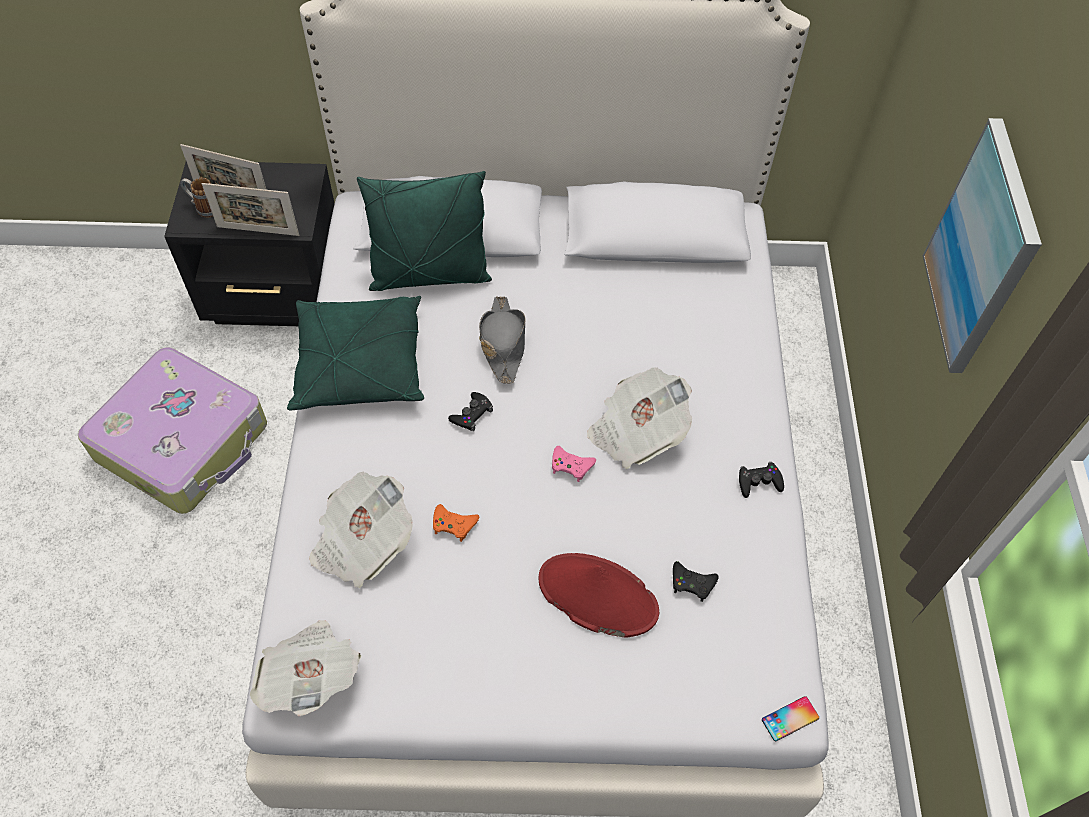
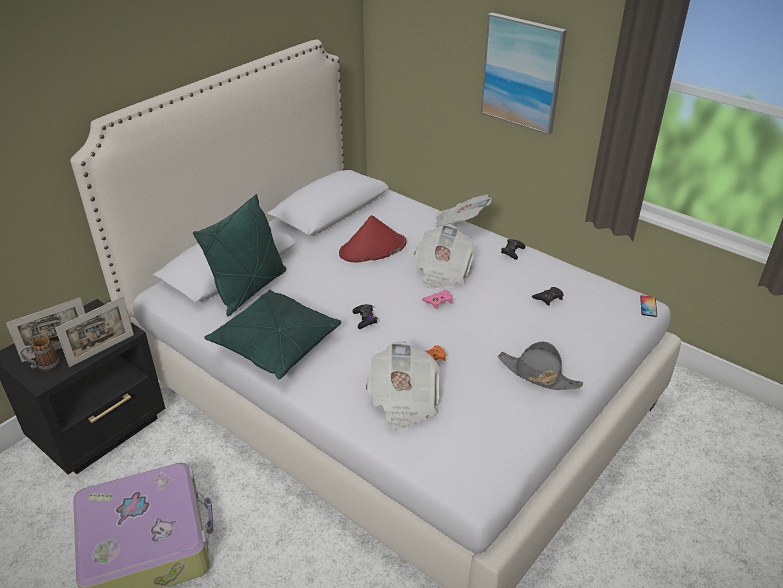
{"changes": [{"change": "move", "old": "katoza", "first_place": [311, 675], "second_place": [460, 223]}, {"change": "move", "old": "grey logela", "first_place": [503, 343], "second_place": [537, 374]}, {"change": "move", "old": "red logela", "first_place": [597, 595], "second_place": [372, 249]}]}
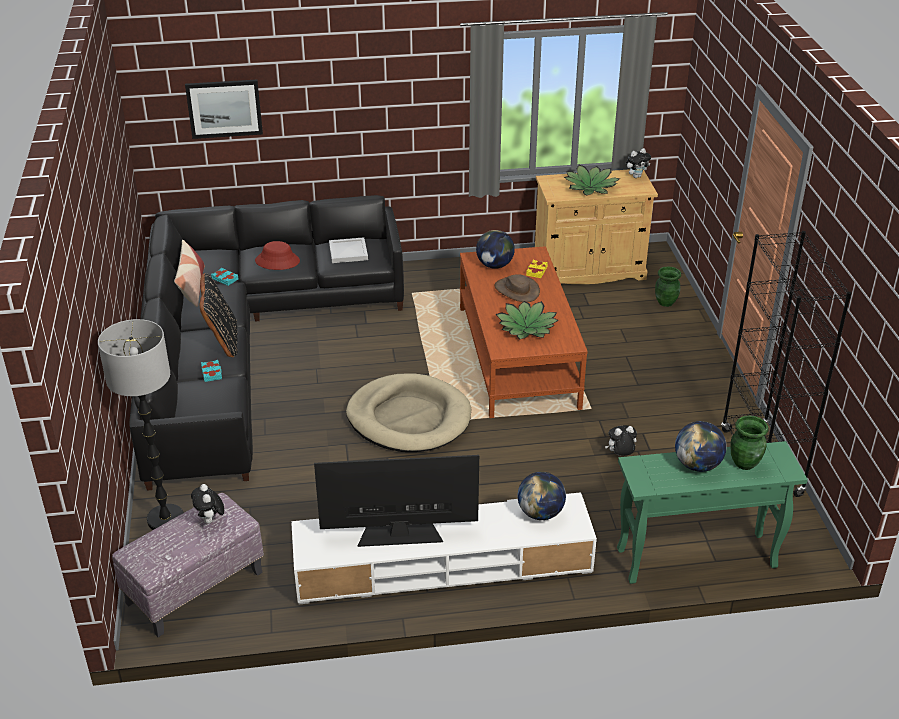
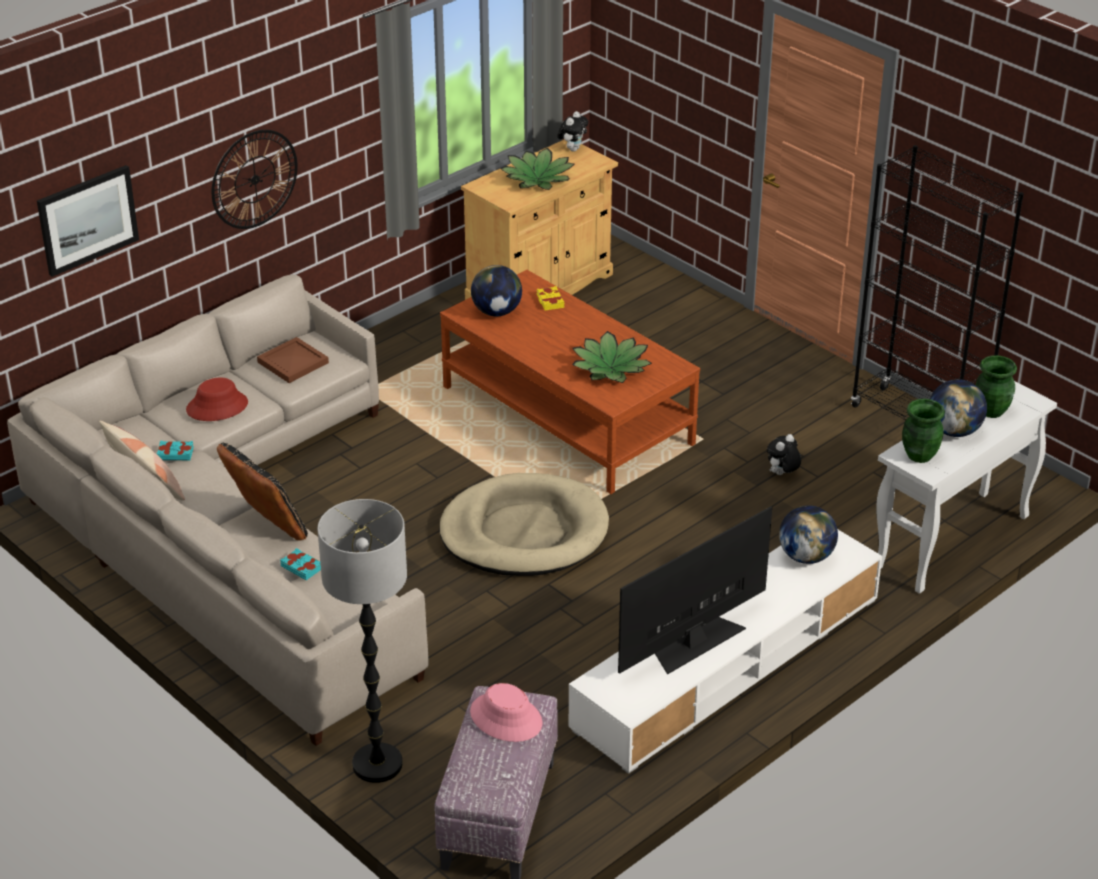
{"changes": [{"change": "recolor", "old": "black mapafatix", "new": "beige mapafatix", "first_place": [243, 345], "second_place": [230, 534]}, {"change": "replace", "old": "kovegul", "new": "pink logela", "first_place": [210, 520], "second_place": [506, 718]}, {"change": "recolor", "old": "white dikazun", "new": "brown dikazun", "first_place": [349, 252], "second_place": [293, 362]}, {"change": "delete", "old": "brown logela", "first_place": [517, 290]}, {"change": "recolor", "old": "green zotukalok", "new": "white zotukalok", "first_place": [695, 559], "second_place": [951, 543]}, {"change": "move", "old": "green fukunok", "first_place": [665, 302], "second_place": [919, 455]}, {"change": "insert", "new": "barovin", "second_place": [254, 179]}]}
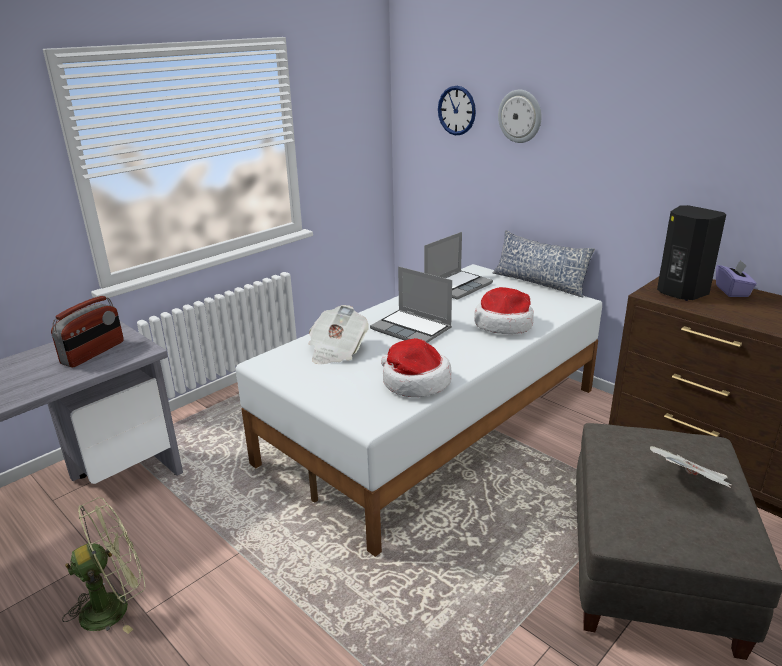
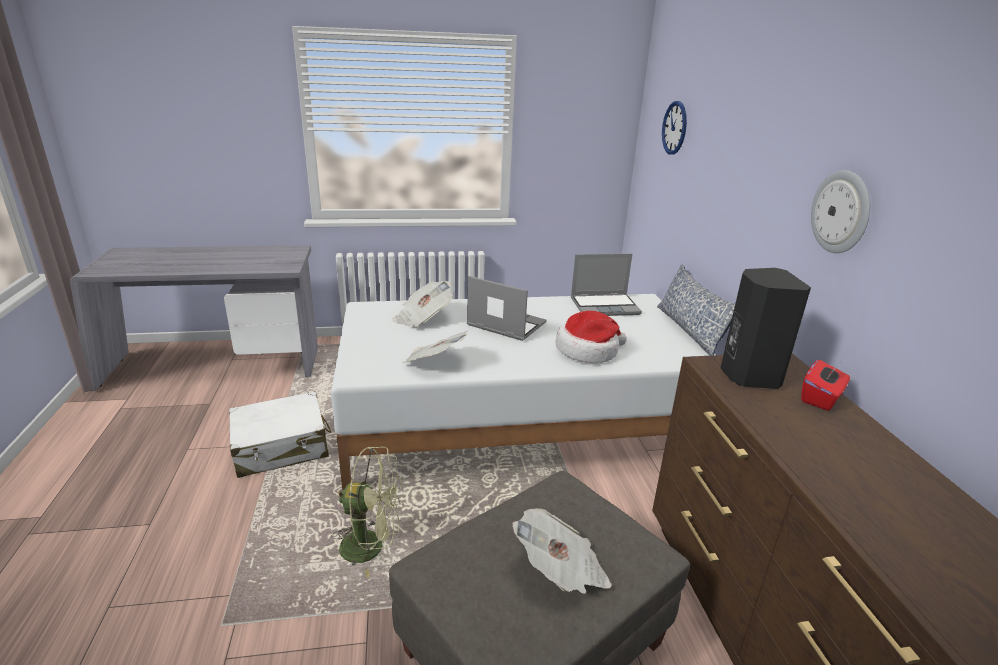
{"changes": [{"change": "delete", "old": "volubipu", "first_place": [94, 353]}, {"change": "move", "old": "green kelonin", "first_place": [115, 605], "second_place": [372, 546]}, {"change": "rotate", "old": "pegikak", "first_place": [412, 329], "second_place": [505, 325], "degrees": 135}, {"change": "replace", "old": "logela", "new": "katoza", "first_place": [414, 382], "second_place": [435, 362]}, {"change": "move", "old": "barovin", "first_place": [520, 116], "second_place": [841, 212]}, {"change": "recolor", "old": "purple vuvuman", "new": "red vuvuman", "first_place": [732, 291], "second_place": [820, 398]}, {"change": "insert", "new": "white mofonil", "second_place": [281, 447]}]}
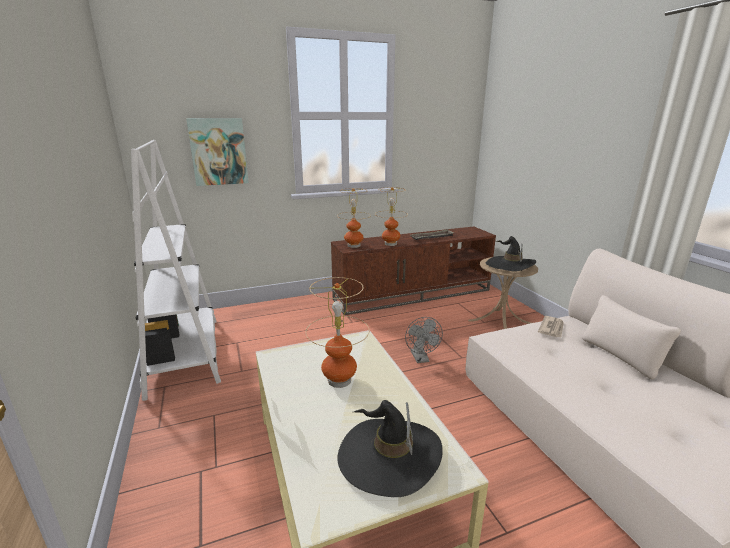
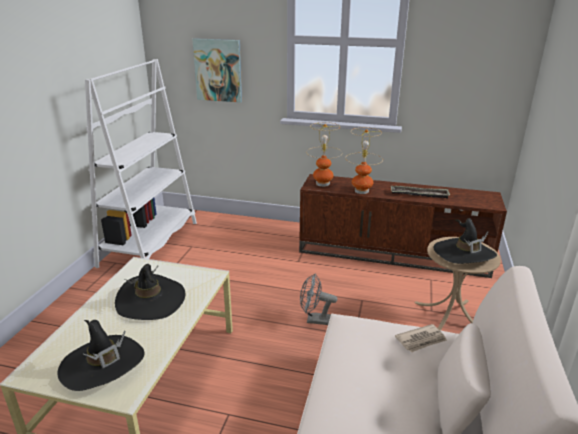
{"changes": [{"change": "replace", "old": "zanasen", "new": "black logela", "first_place": [339, 380], "second_place": [151, 300]}, {"change": "rotate", "old": "grey kelonin", "first_place": [421, 359], "second_place": [314, 320], "degrees": 75}]}
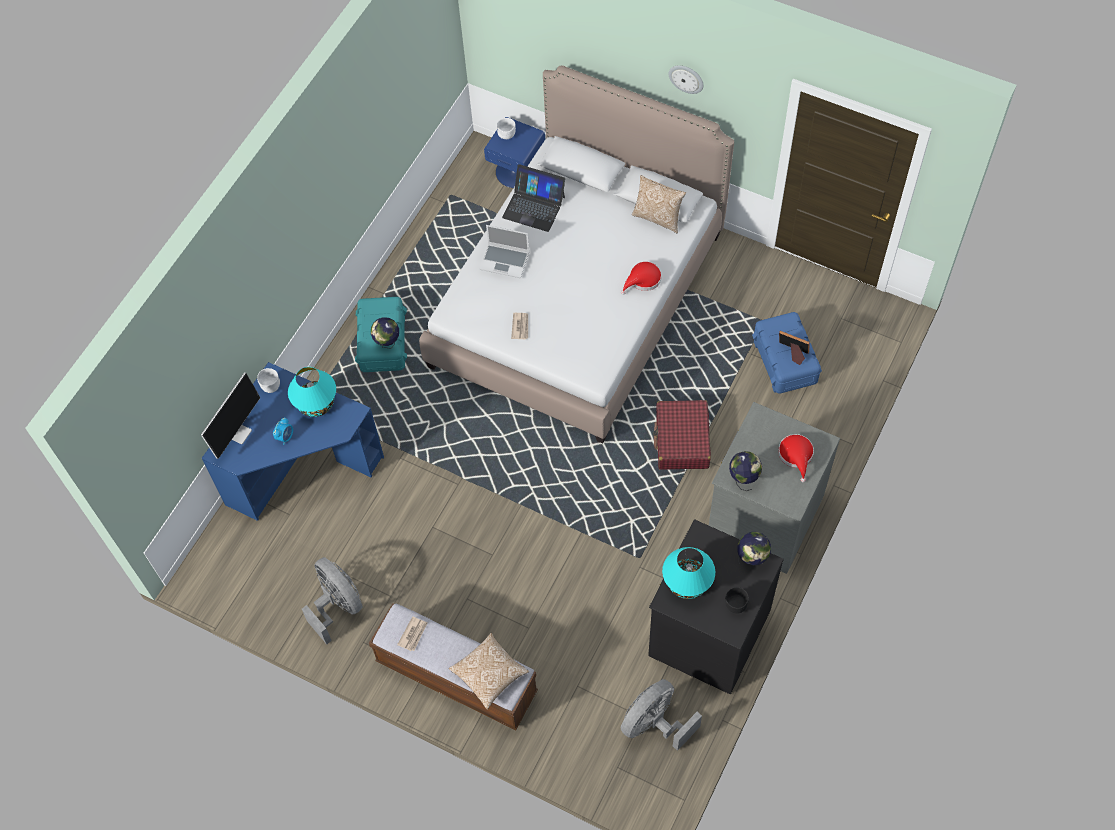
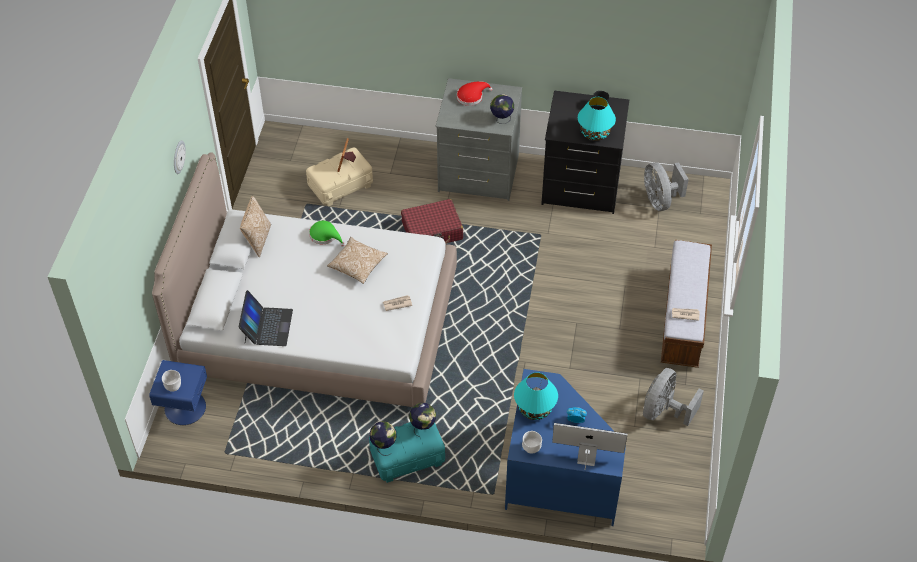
{"changes": [{"change": "move", "old": "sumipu", "first_place": [489, 674], "second_place": [357, 265]}, {"change": "delete", "old": "pegikak", "first_place": [505, 261]}, {"change": "recolor", "old": "red logela", "new": "green logela", "first_place": [643, 280], "second_place": [325, 236]}, {"change": "rotate", "old": "grey kelonin", "first_place": [655, 723], "second_place": [660, 200], "degrees": 45}, {"change": "move", "old": "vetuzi", "first_place": [752, 559], "second_place": [383, 446]}, {"change": "recolor", "old": "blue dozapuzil", "new": "beige dozapuzil", "first_place": [785, 361], "second_place": [340, 185]}]}
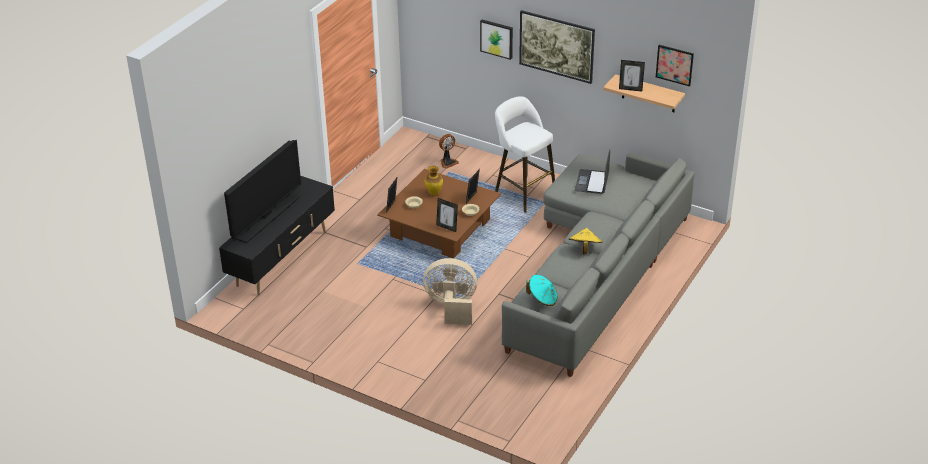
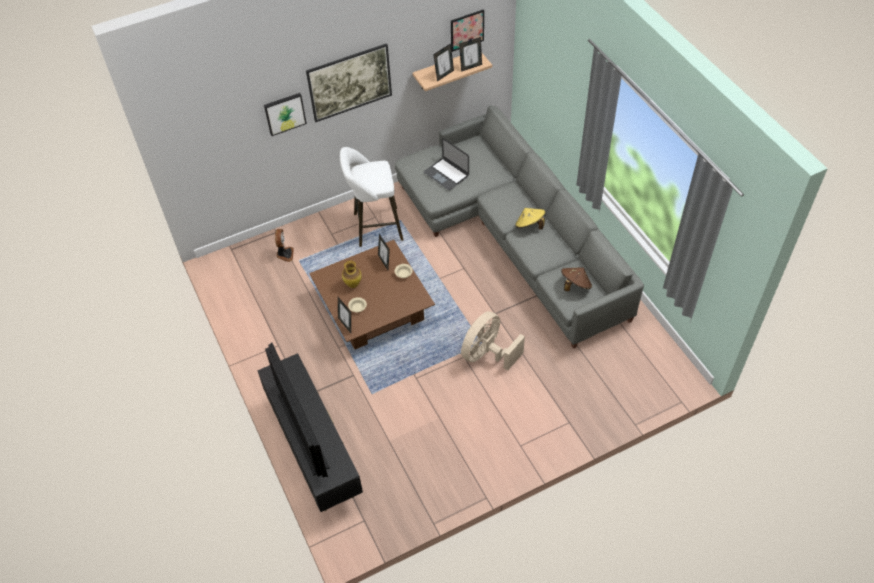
{"changes": [{"change": "move", "old": "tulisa", "first_place": [447, 227], "second_place": [470, 67]}, {"change": "recolor", "old": "turquoise logela", "new": "brown logela", "first_place": [542, 299], "second_place": [575, 285]}]}
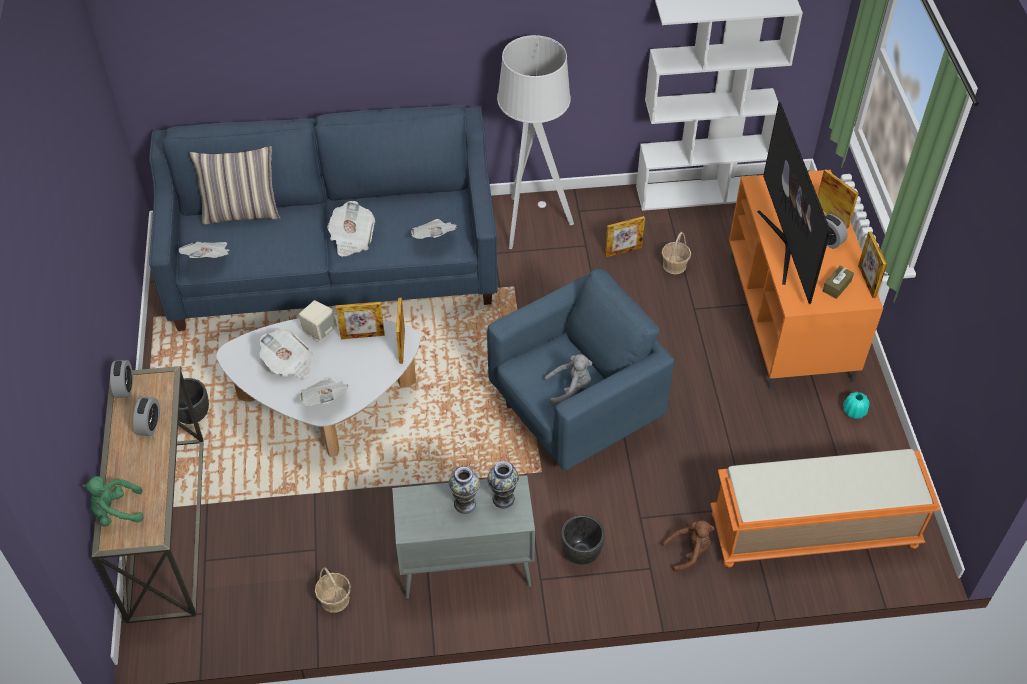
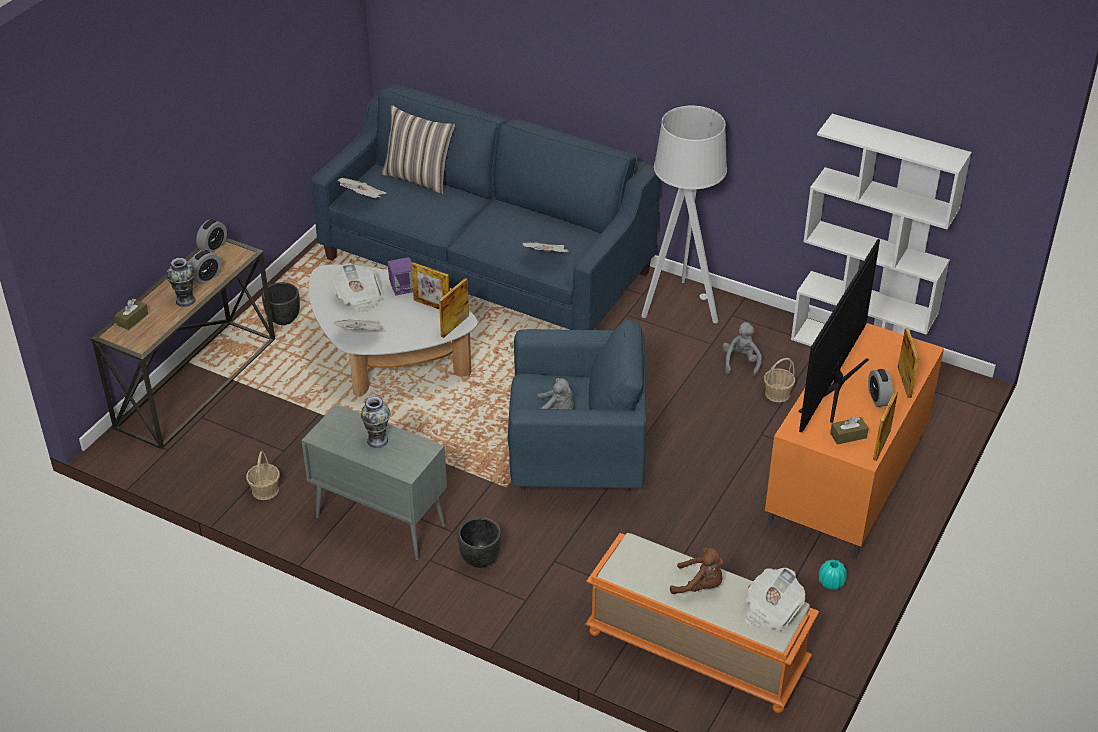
{"changes": [{"change": "replace", "old": "green kovegul", "new": "brown vuvuman", "first_place": [116, 511], "second_place": [132, 319]}, {"change": "recolor", "old": "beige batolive", "new": "purple batolive", "first_place": [319, 331], "second_place": [403, 288]}, {"change": "move", "old": "katoza", "first_place": [351, 239], "second_place": [770, 611]}, {"change": "move", "old": "fukunok", "first_place": [503, 499], "second_place": [185, 300]}, {"change": "replace", "old": "tulisa", "new": "grey kovegul", "first_place": [623, 251], "second_place": [741, 362]}, {"change": "move", "old": "brown kovegul", "first_place": [689, 551], "second_place": [699, 585]}]}
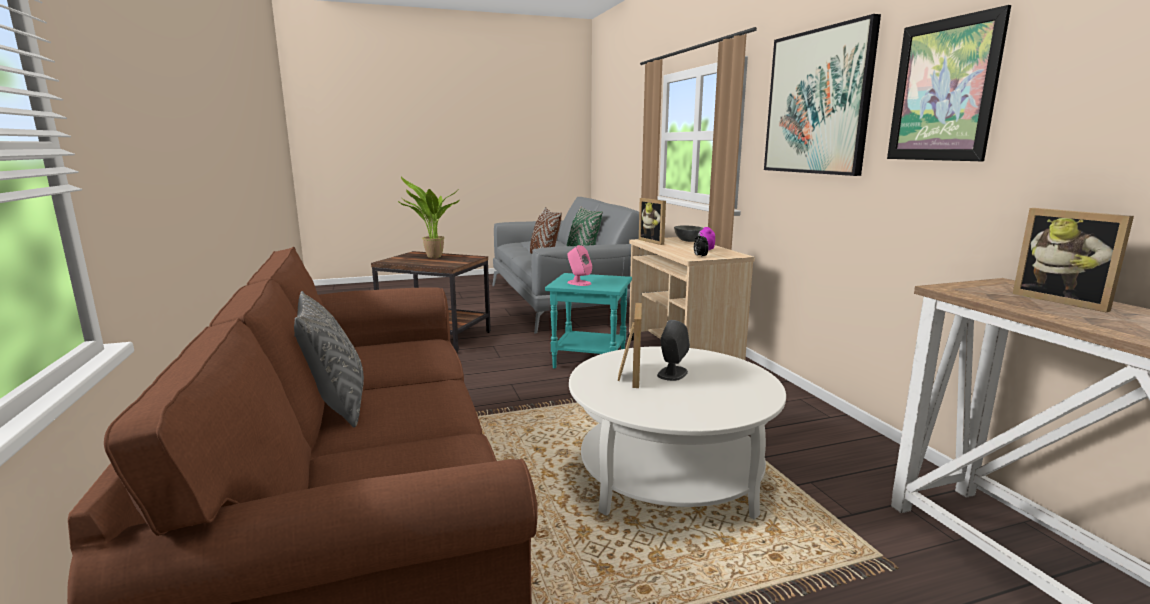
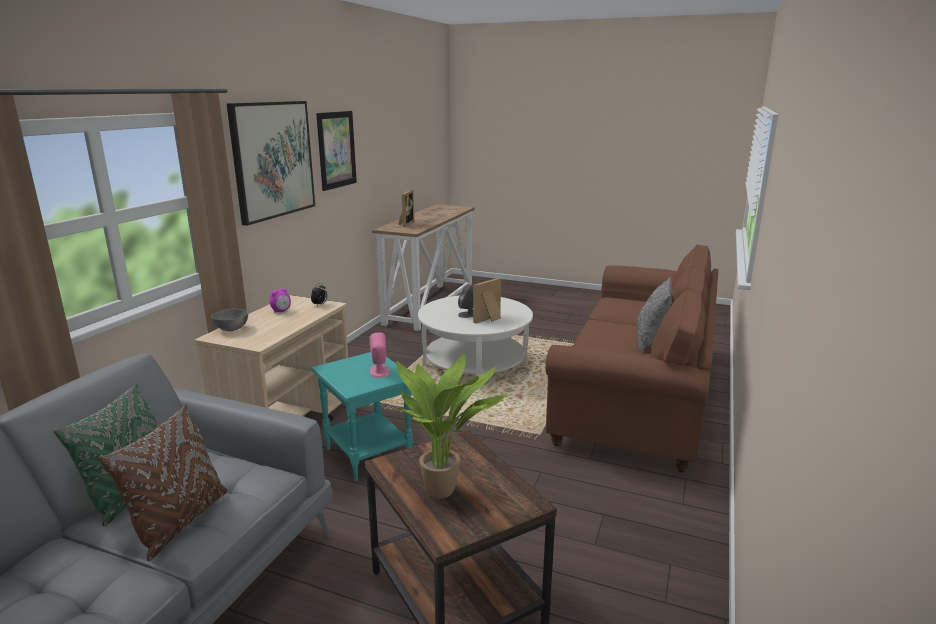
{"changes": [{"change": "delete", "old": "tulisa", "first_place": [654, 241]}]}
